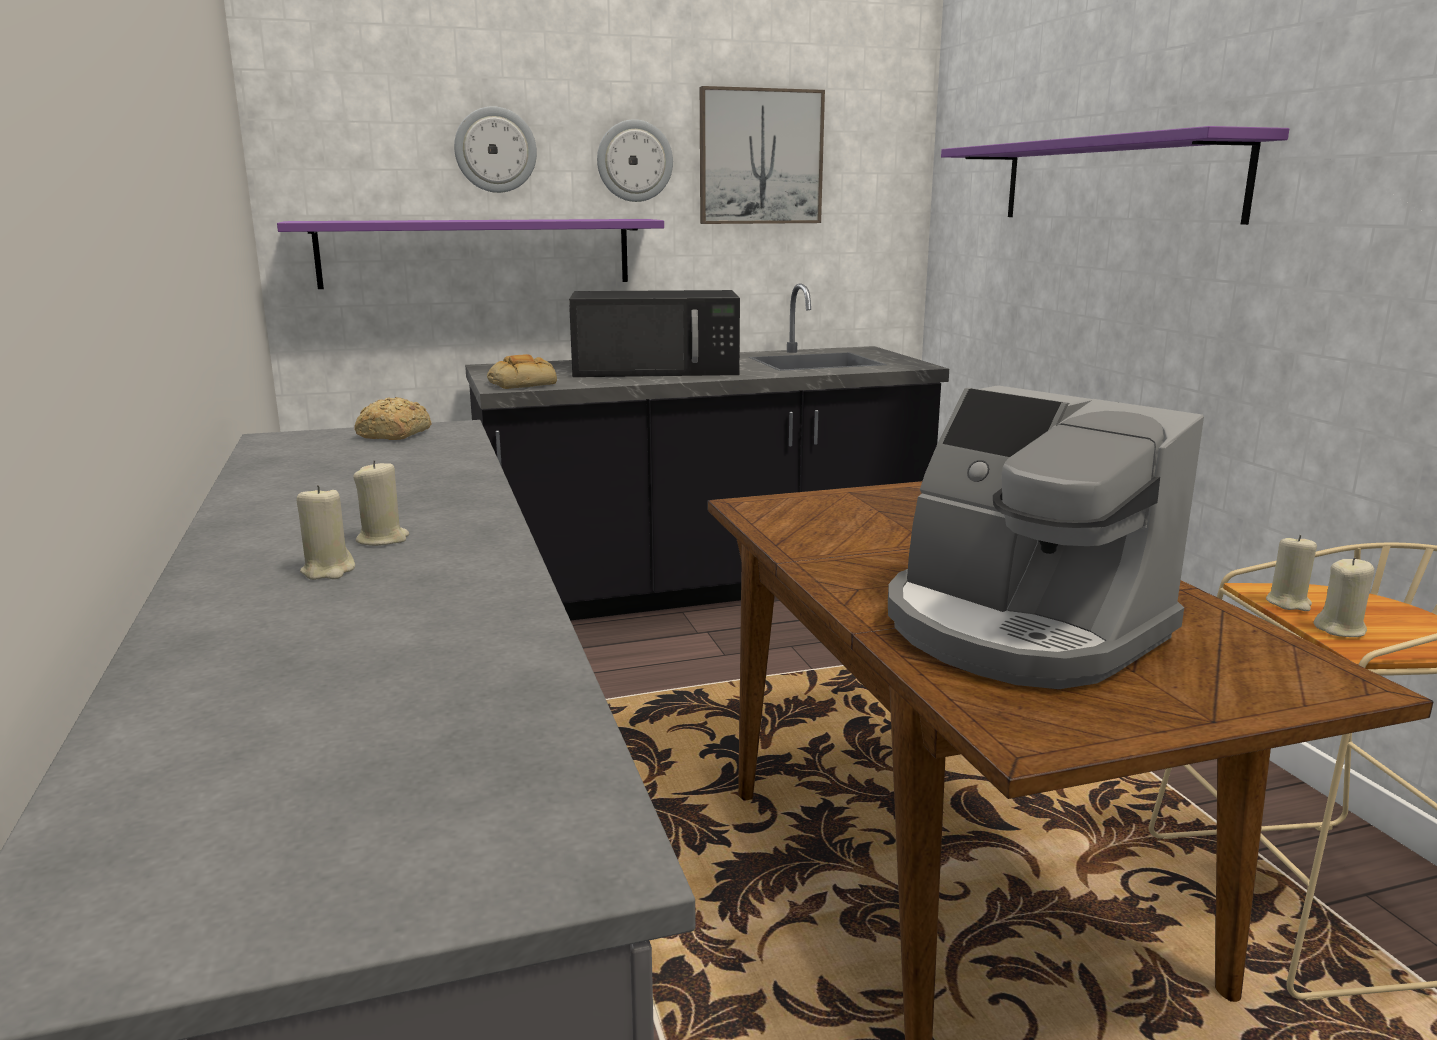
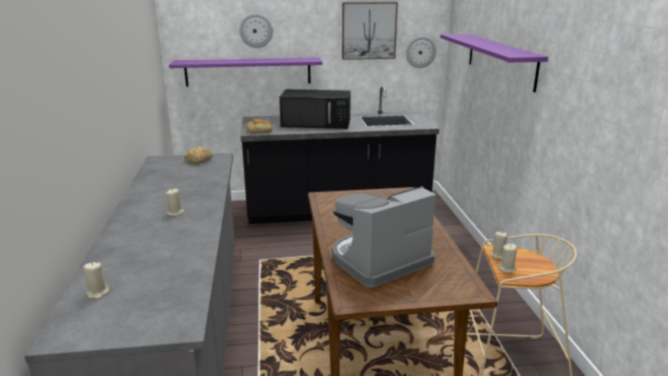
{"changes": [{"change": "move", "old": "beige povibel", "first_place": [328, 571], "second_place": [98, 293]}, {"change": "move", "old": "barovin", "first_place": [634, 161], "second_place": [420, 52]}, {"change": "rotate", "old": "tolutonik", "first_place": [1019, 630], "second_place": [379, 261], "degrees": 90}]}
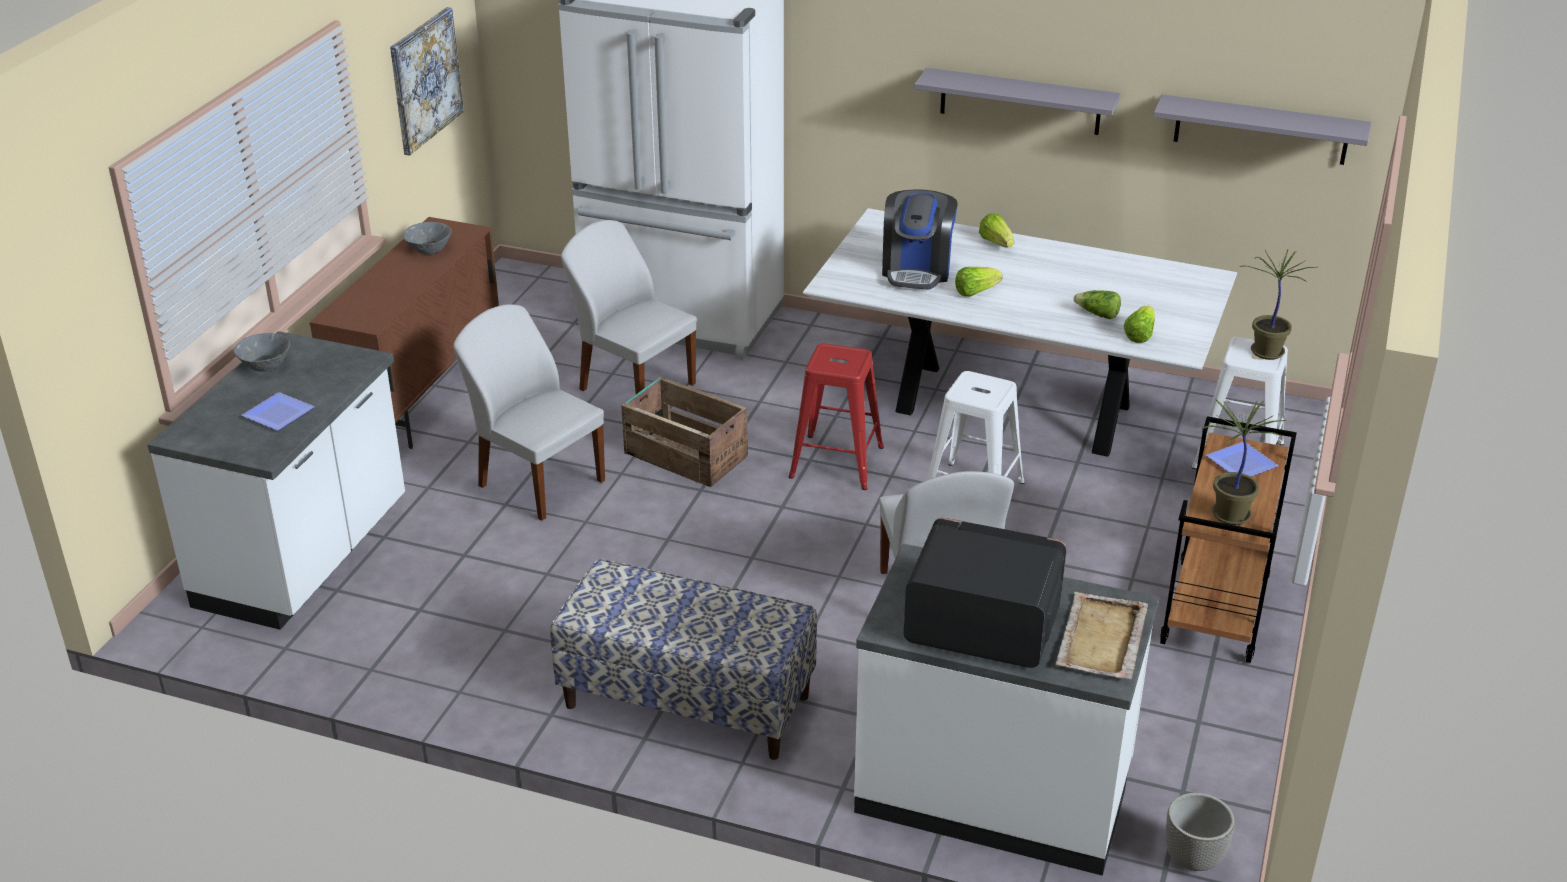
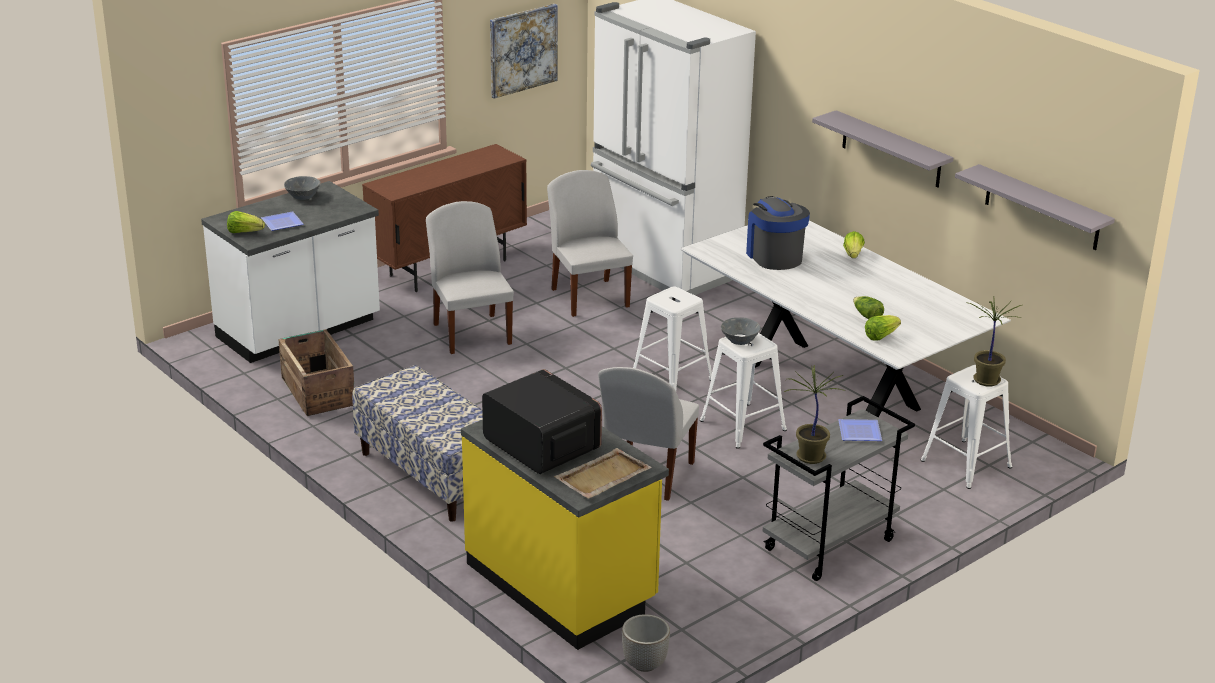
{"changes": [{"change": "move", "old": "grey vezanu", "first_place": [428, 249], "second_place": [739, 340]}, {"change": "move", "old": "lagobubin", "first_place": [685, 454], "second_place": [318, 391]}, {"change": "recolor", "old": "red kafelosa", "new": "white kafelosa", "first_place": [835, 462], "second_place": [670, 379]}, {"change": "recolor", "old": "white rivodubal", "new": "yellow rivodubal", "first_place": [994, 791], "second_place": [562, 584]}, {"change": "rotate", "old": "tolutonik", "first_place": [917, 270], "second_place": [774, 256], "degrees": 120}, {"change": "move", "old": "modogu", "first_place": [975, 292], "second_place": [244, 232]}, {"change": "recolor", "old": "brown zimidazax", "new": "grey zimidazax", "first_place": [1216, 612], "second_place": [829, 546]}]}
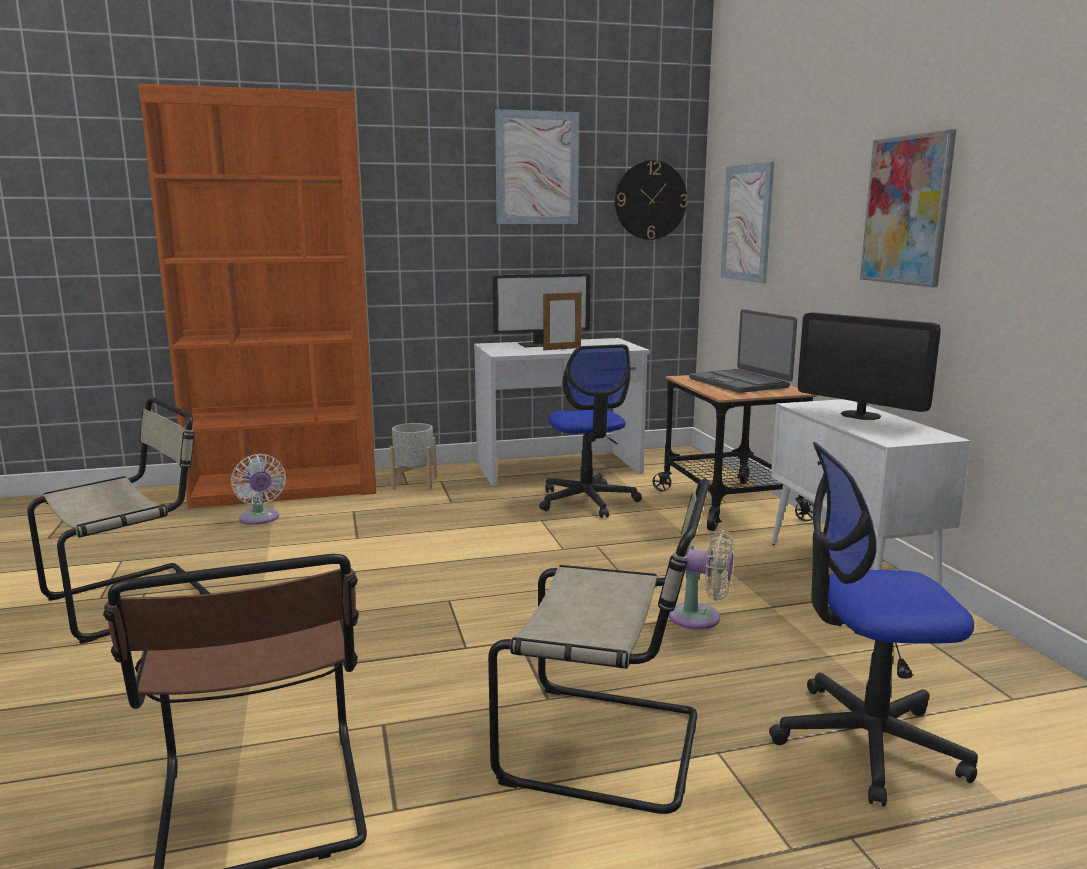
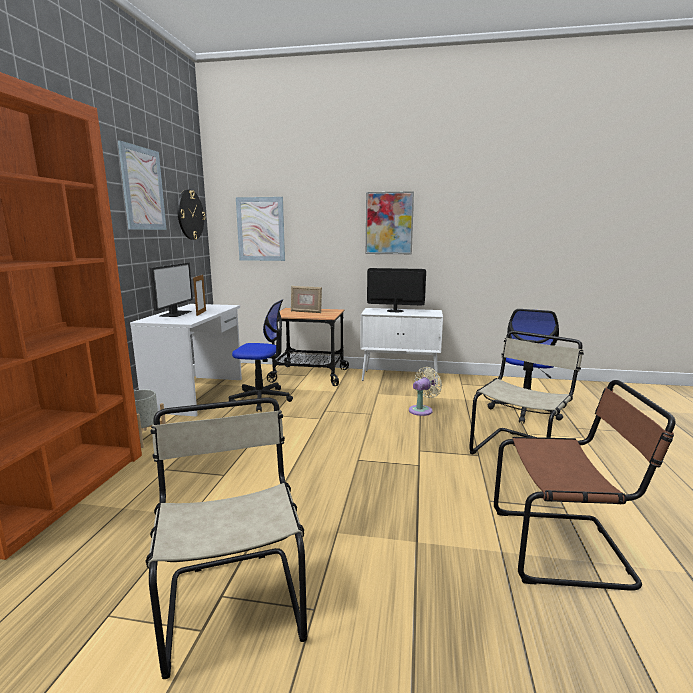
{"changes": [{"change": "delete", "old": "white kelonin", "first_place": [260, 519]}, {"change": "replace", "old": "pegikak", "new": "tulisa", "first_place": [740, 383], "second_place": [306, 312]}, {"change": "rotate", "old": "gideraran", "first_place": [860, 415], "second_place": [395, 311], "degrees": -150}]}
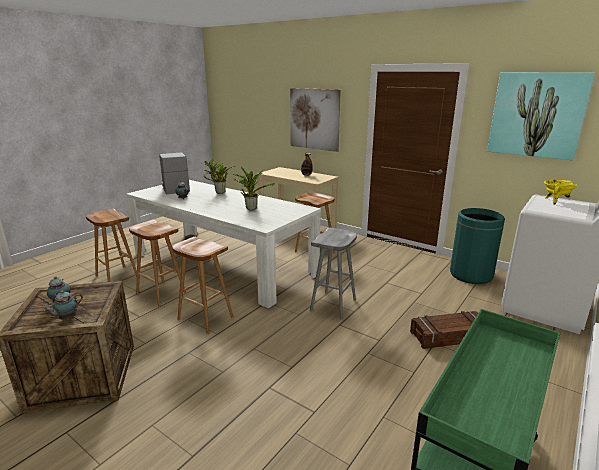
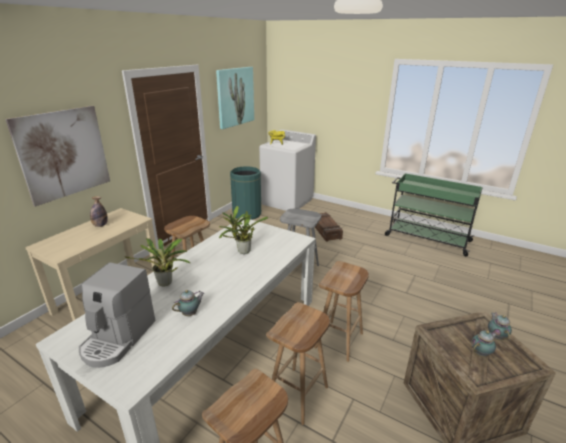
{"changes": [{"change": "rotate", "old": "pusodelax", "first_place": [67, 318], "second_place": [495, 337], "degrees": -120}, {"change": "rotate", "old": "tolutonik", "first_place": [175, 188], "second_place": [118, 338], "degrees": -45}]}
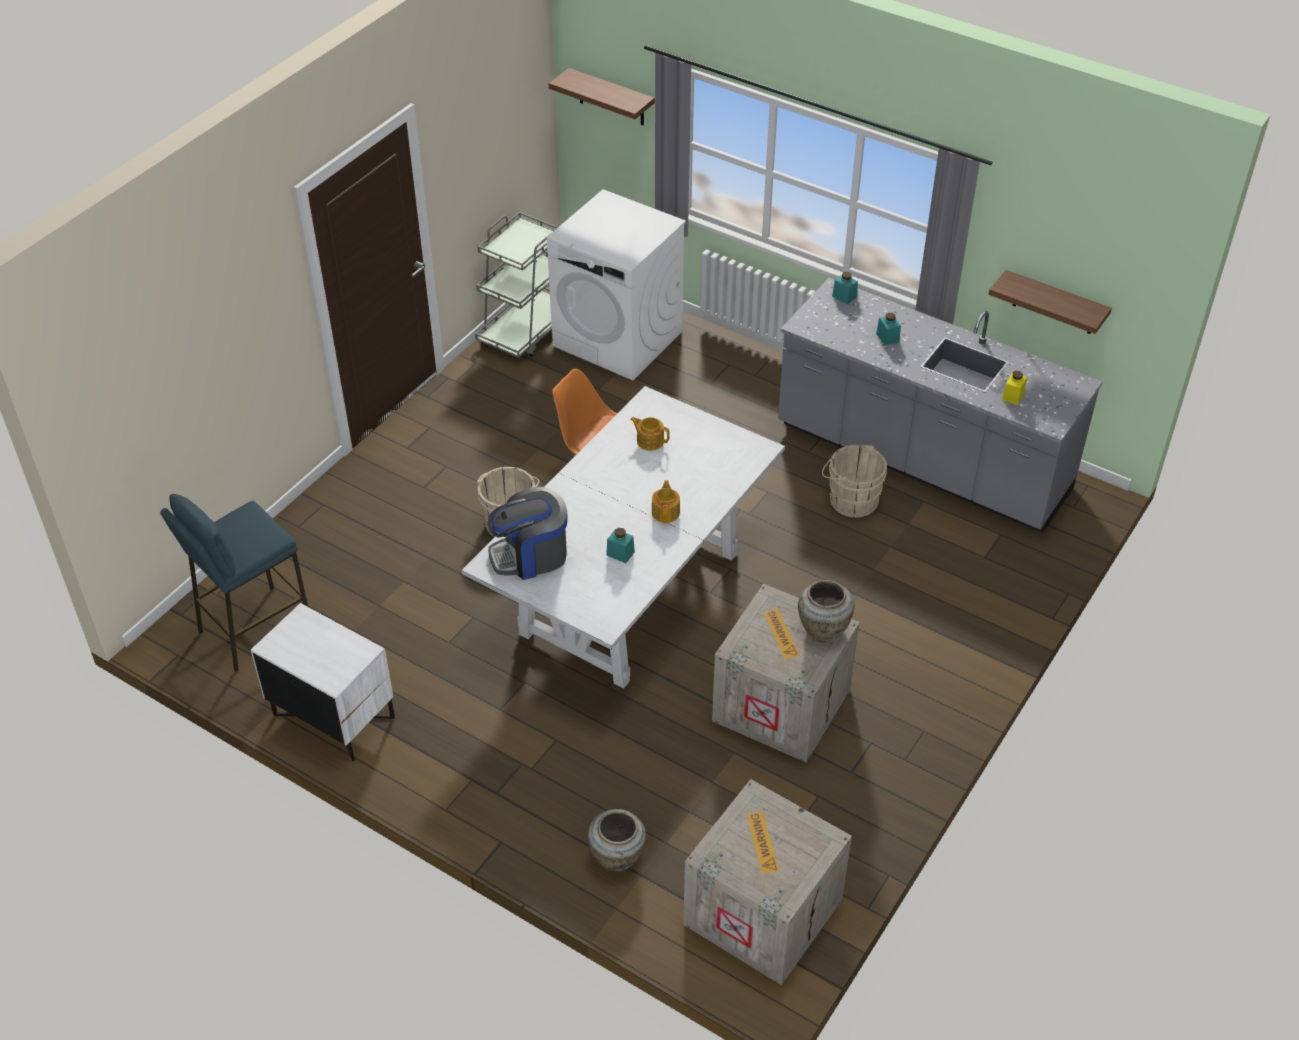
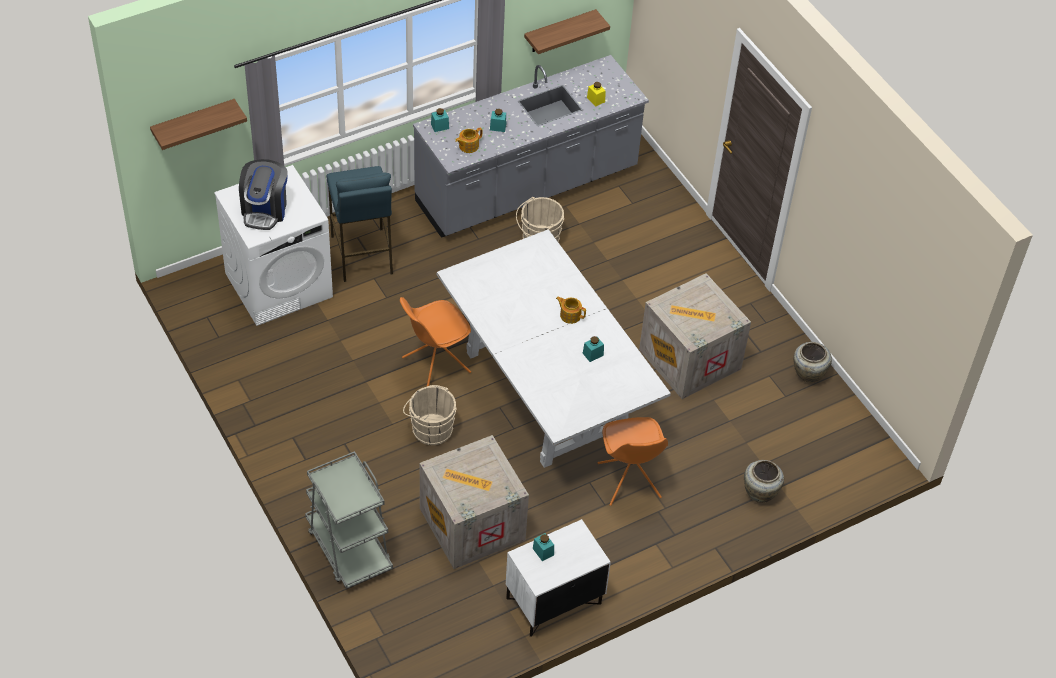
{"changes": [{"change": "move", "old": "blue kafelosa", "first_place": [254, 629], "second_place": [362, 255]}, {"change": "move", "old": "grey zimidazax", "first_place": [527, 330], "second_place": [348, 548]}, {"change": "move", "old": "tolutonik", "first_place": [530, 555], "second_place": [265, 210]}, {"change": "move", "old": "pusodelax", "first_place": [650, 441], "second_place": [468, 146]}, {"change": "move", "old": "lagobubin", "first_place": [760, 912], "second_place": [471, 525]}, {"change": "move", "old": "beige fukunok", "first_place": [823, 629], "second_place": [808, 374]}, {"change": "insert", "new": "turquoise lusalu", "second_place": [543, 551]}, {"change": "insert", "new": "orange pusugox", "second_place": [629, 481]}]}
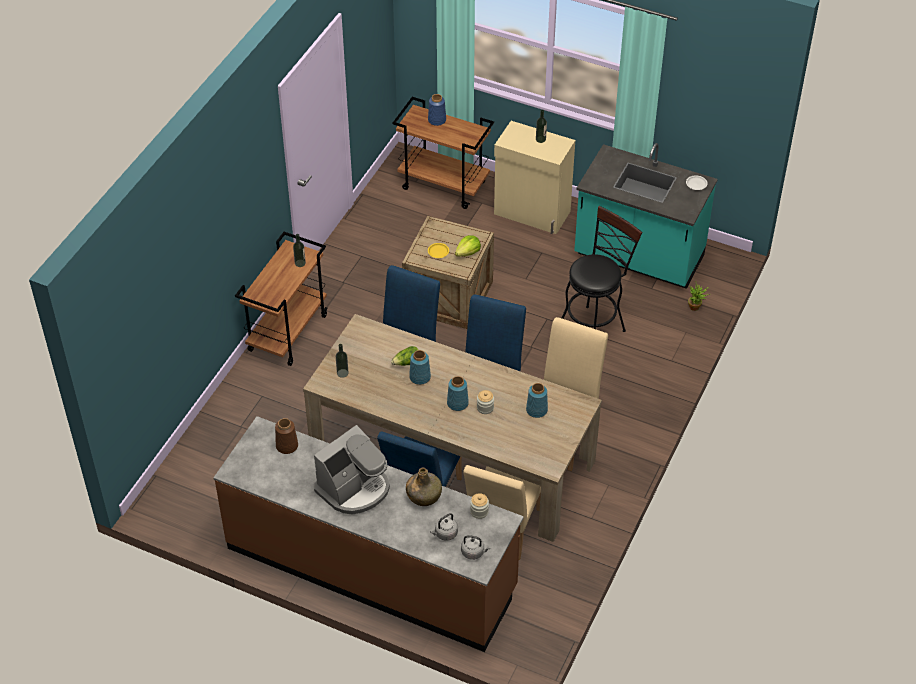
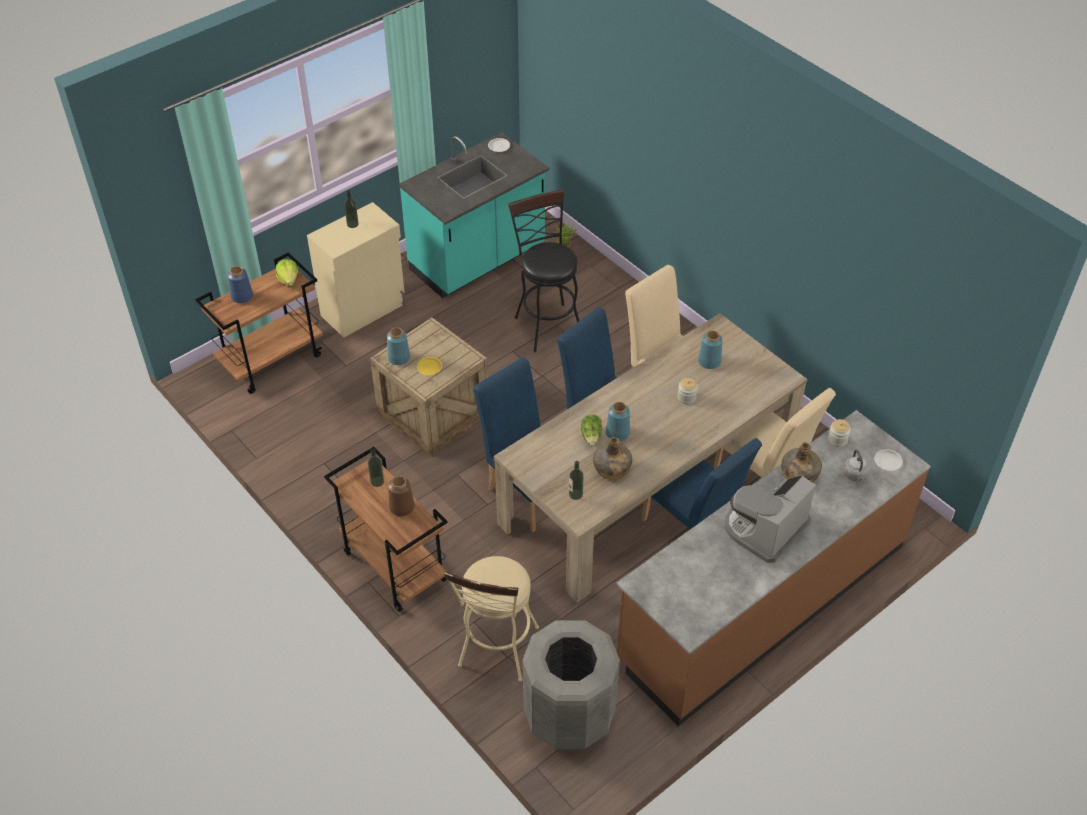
{"changes": [{"change": "move", "old": "brown fukunok", "first_place": [286, 445], "second_place": [401, 507]}, {"change": "rotate", "old": "tolutonik", "first_place": [354, 489], "second_place": [764, 528], "degrees": -120}, {"change": "move", "old": "blue fukunok", "first_place": [458, 403], "second_place": [399, 358]}, {"change": "move", "old": "modogu", "first_place": [468, 252], "second_place": [288, 279]}, {"change": "replace", "old": "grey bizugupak", "new": "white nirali", "first_place": [474, 552], "second_place": [887, 461]}, {"change": "insert", "new": "beige kafelosa", "second_place": [497, 652]}, {"change": "insert", "new": "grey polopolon", "second_place": [569, 716]}, {"change": "insert", "new": "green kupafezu", "second_place": [611, 469]}]}
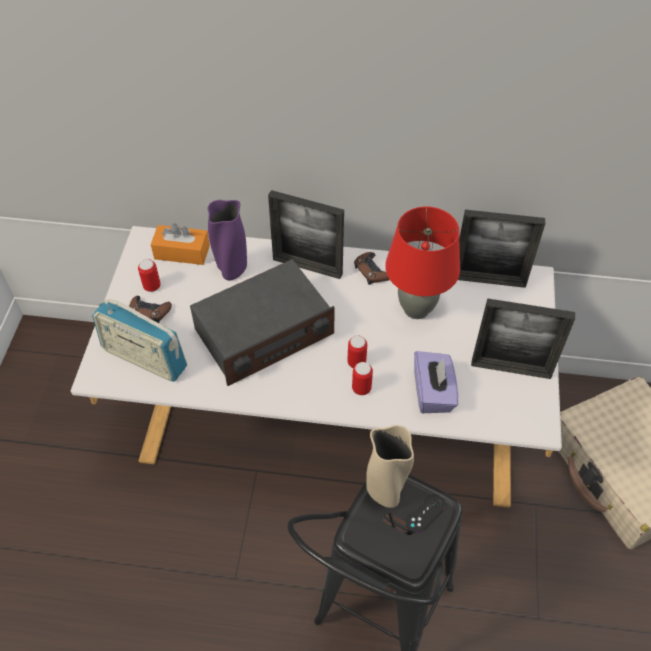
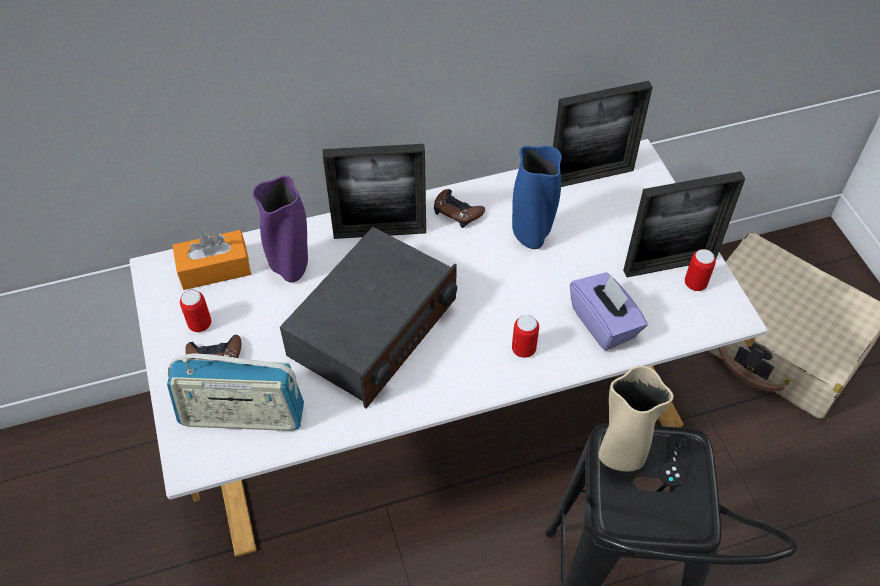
{"changes": [{"change": "move", "old": "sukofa", "first_place": [356, 362], "second_place": [695, 284]}, {"change": "replace", "old": "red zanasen", "new": "blue fukunok", "first_place": [416, 309], "second_place": [531, 237]}]}
